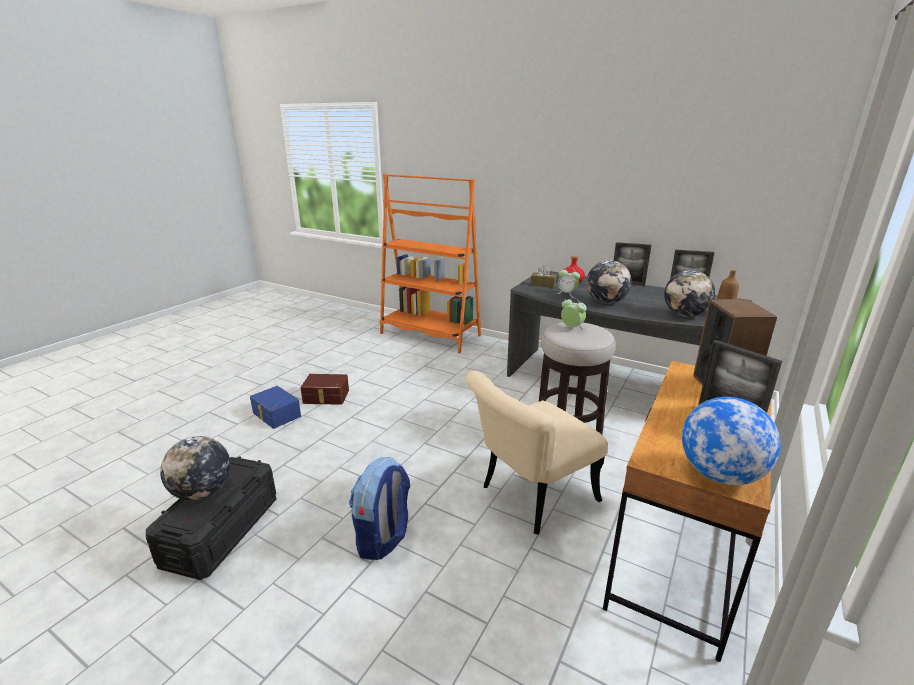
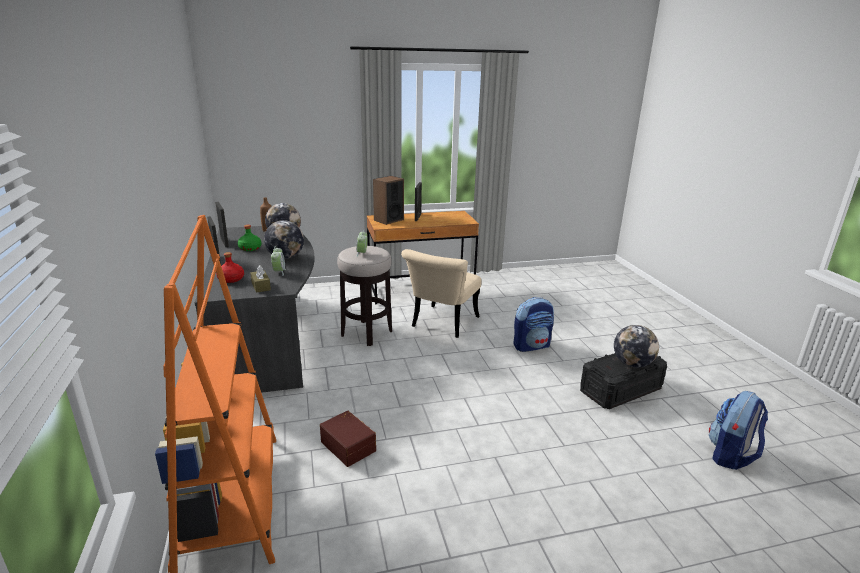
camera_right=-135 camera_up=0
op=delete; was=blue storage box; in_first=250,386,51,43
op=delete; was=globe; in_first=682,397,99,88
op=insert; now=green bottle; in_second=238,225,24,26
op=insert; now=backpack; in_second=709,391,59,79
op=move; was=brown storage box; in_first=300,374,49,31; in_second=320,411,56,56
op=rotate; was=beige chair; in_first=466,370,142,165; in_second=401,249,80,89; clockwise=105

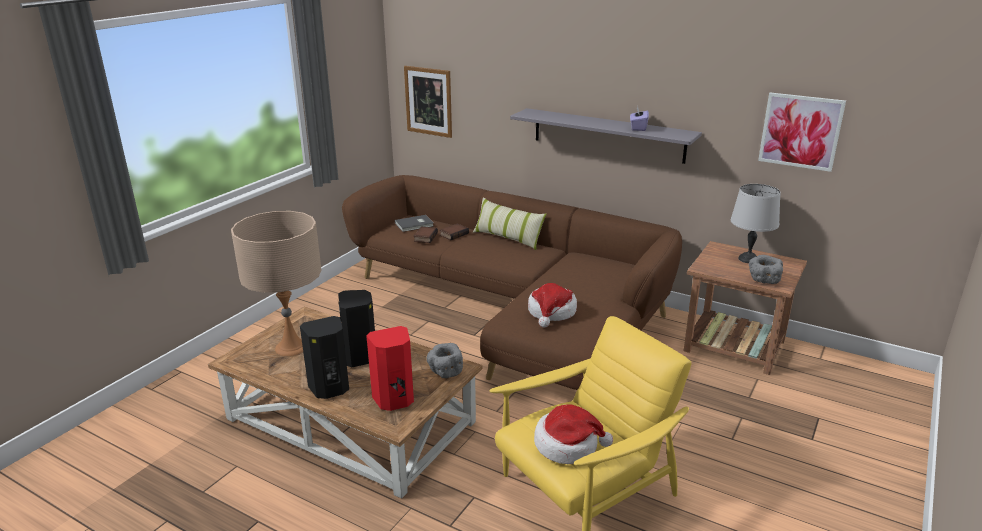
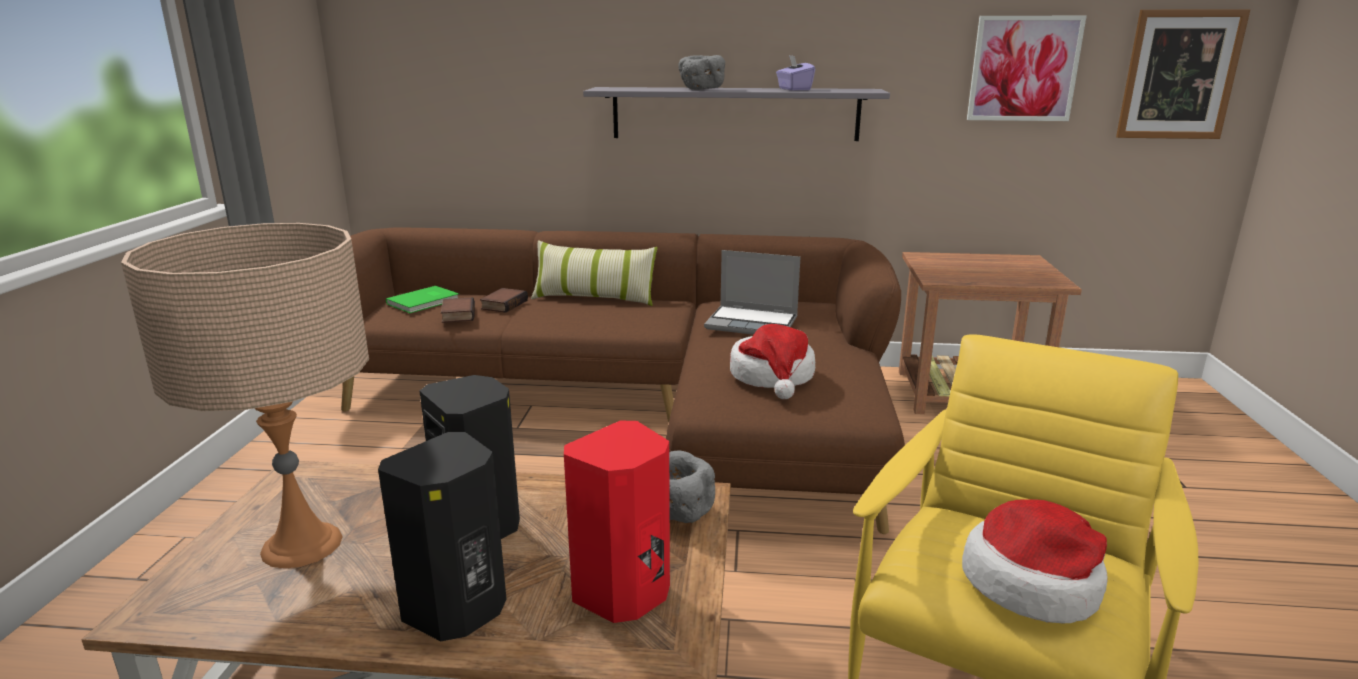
camera_right=-25 camera_up=-5
op=delete; was=grey table lamp; in_first=731,184,50,79
op=insert; now=laptop; in_second=704,250,96,85
op=move; was=picture; in_first=404,66,48,72; in_second=1116,9,134,130
op=move; was=grey bowl; in_first=749,255,34,29; in_second=678,55,47,35
op=recolor; was=grey book; now=green book; in_first=395,215,38,17; in_second=386,286,73,27

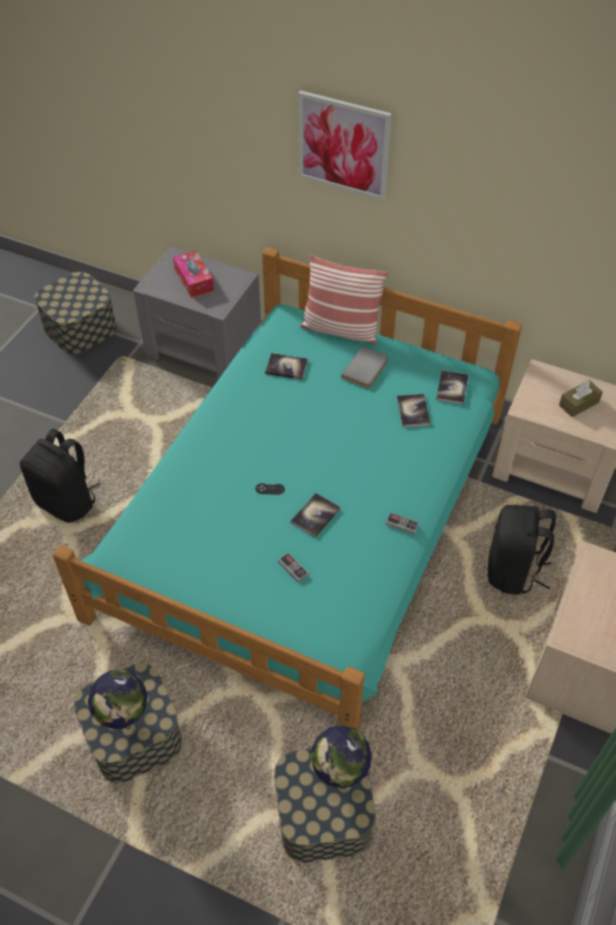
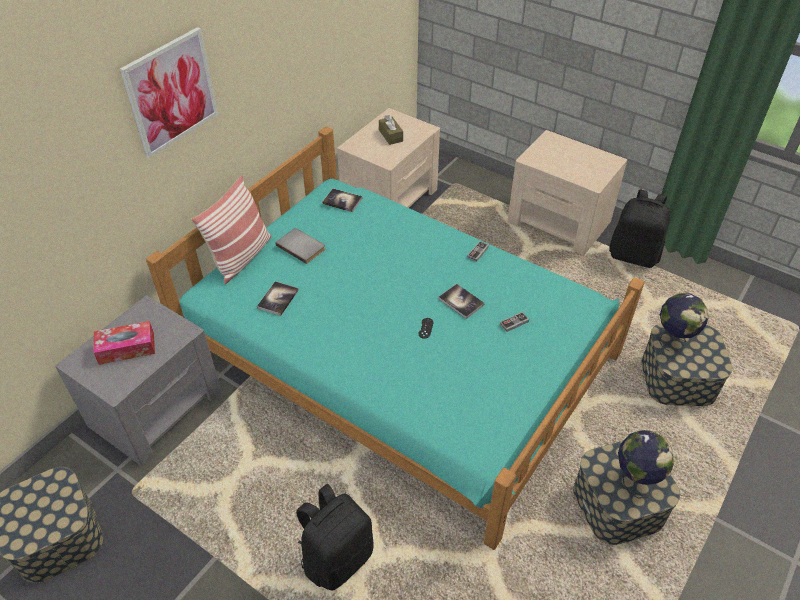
camera_right=-80 camera_up=-5
op=delete; was=book; in_first=397,394,34,33
op=move; was=black backpack; in_first=488,505,68,90; in_second=609,189,61,79

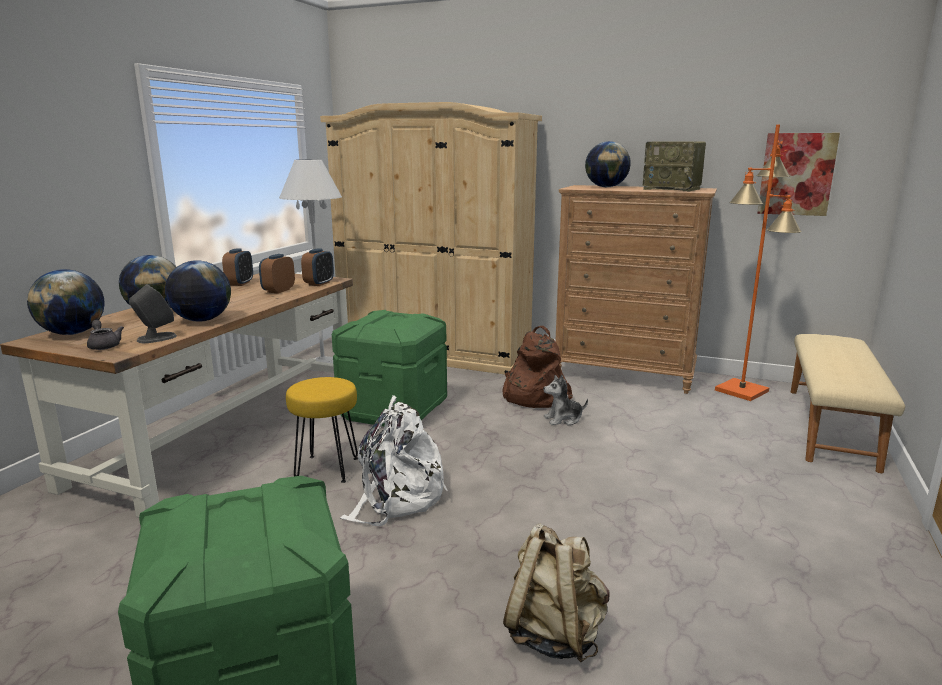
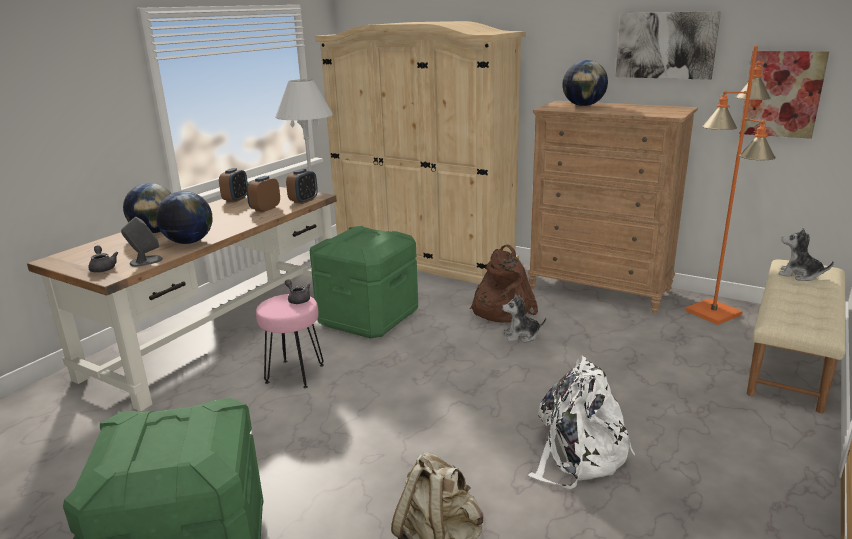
camera_right=10 camera_up=5
op=delete; was=globe; in_first=27,269,78,66
op=delete; was=radio; in_first=643,141,63,50
op=insert; now=grey teapot; in_second=285,279,25,25
op=insert; now=picture; in_second=615,11,106,69
op=insert; now=plush toy; in_second=778,228,56,53
op=move; was=white backpack; in_first=341,395,106,131; in_second=528,356,107,133
op=recolor; was=yellow stool; now=pink stool; in_first=286,377,72,106; in_second=256,294,68,94

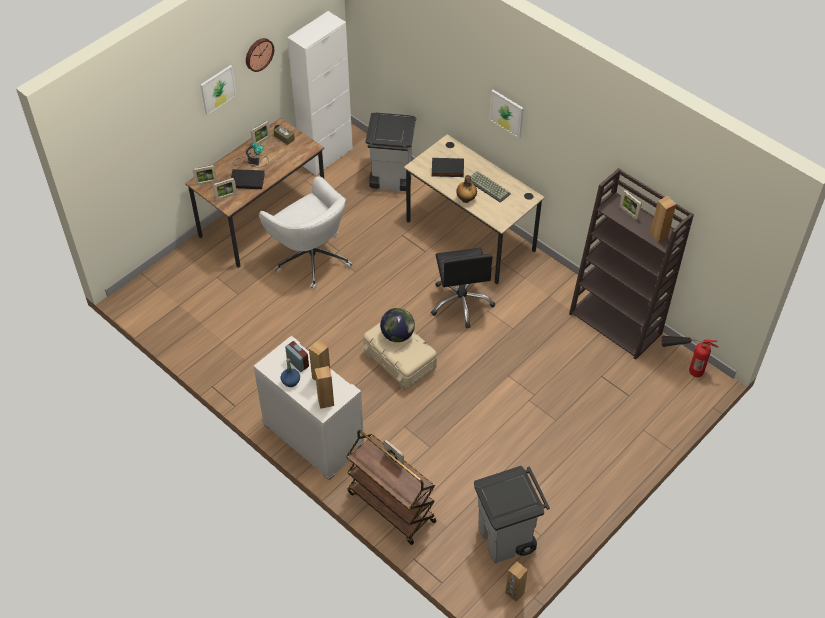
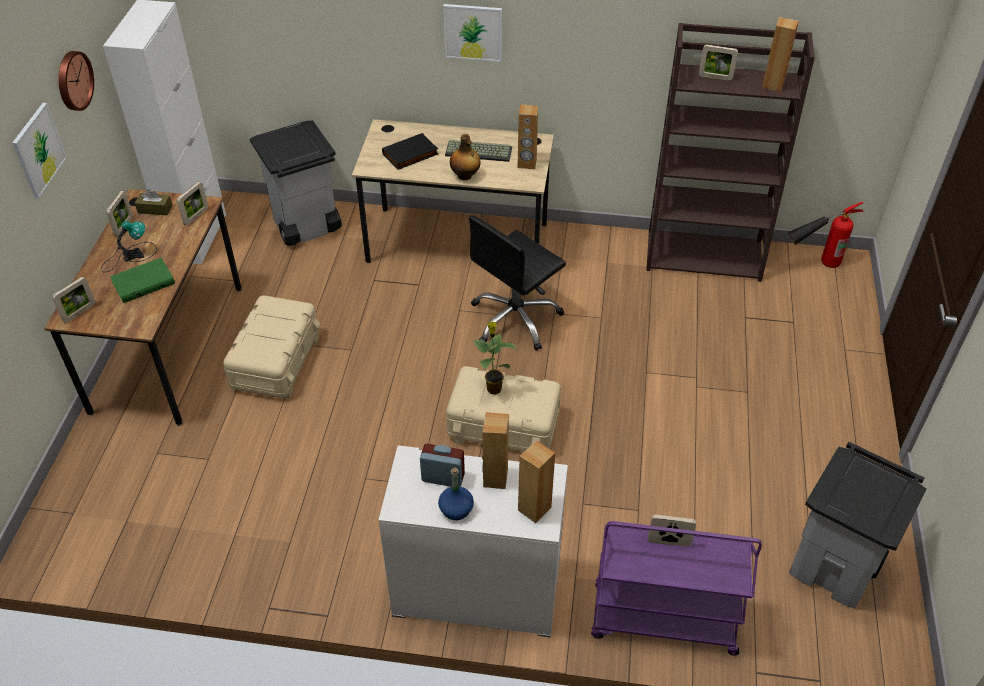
camera_right=-35 camera_up=-5
op=move; was=picture frame; in_first=213,178,24,22; in_second=177,181,31,44
op=move; was=brown speaker; in_first=505,561,23,41; in_second=518,104,20,65
op=replace; was=white office chair; now=beige storage box; in_first=259,176,93,114; in_second=223,295,97,103
op=replace; was=globe; now=potted plant; in_first=380,308,35,34; in_second=473,321,44,74
op=recolor; was=black book; now=green book; in_first=231,169,34,20; in_second=110,258,65,45
op=recolor; was=brown cart; now=purple cart; in_first=346,430,90,115; in_second=591,521,171,134
op=rotate; was=black office chair; in_first=431,248,64,80; in_second=469,215,97,136; clockwise=90

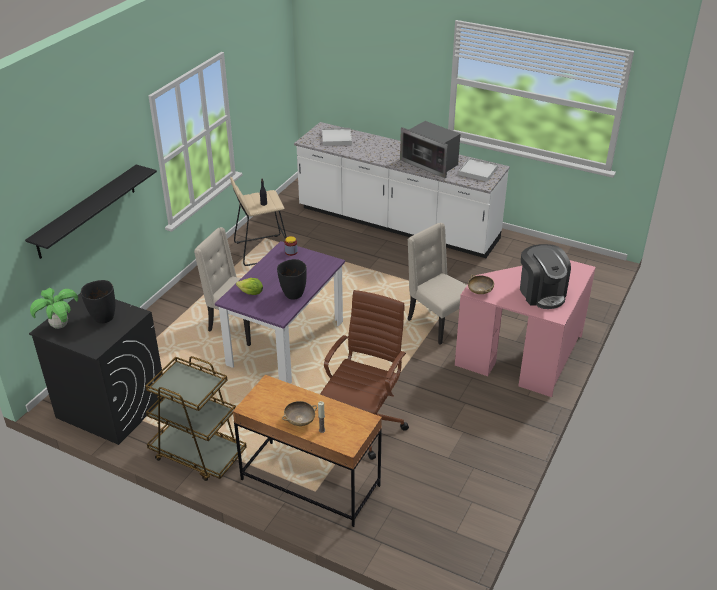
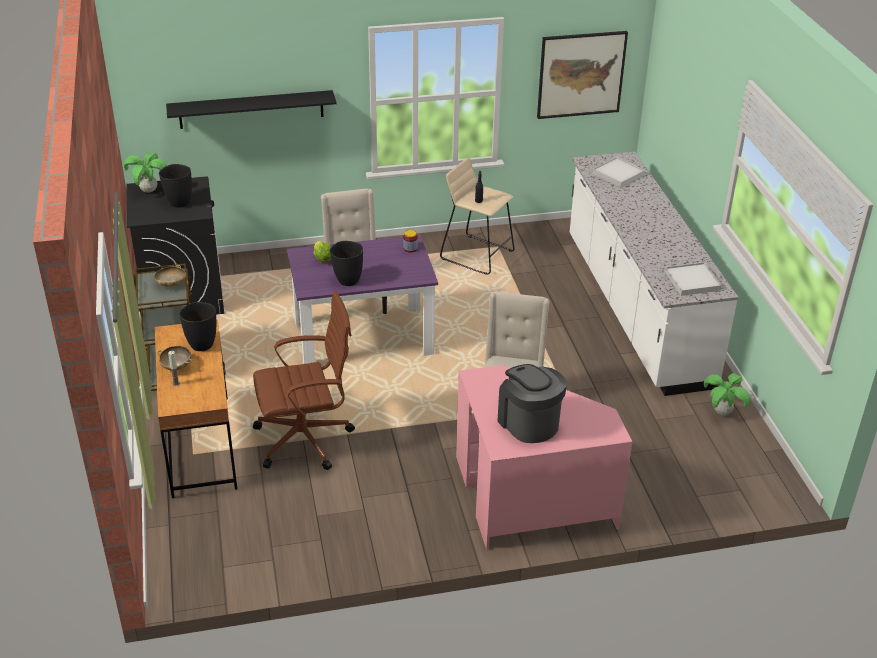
camera_right=50 camera_up=0
op=delete; was=microwave; in_first=400,121,60,57
op=insert; now=black vase; in_second=179,302,37,49
op=insert; now=picture; in_second=537,31,91,88
op=insert; now=potted plant; in_second=704,373,46,43
op=move; was=beige bowl; in_first=468,275,26,19; in_second=154,265,32,22
op=rotate; was=coffee machine; in_first=520,244,51,65; in_second=497,364,70,79; clockwise=120

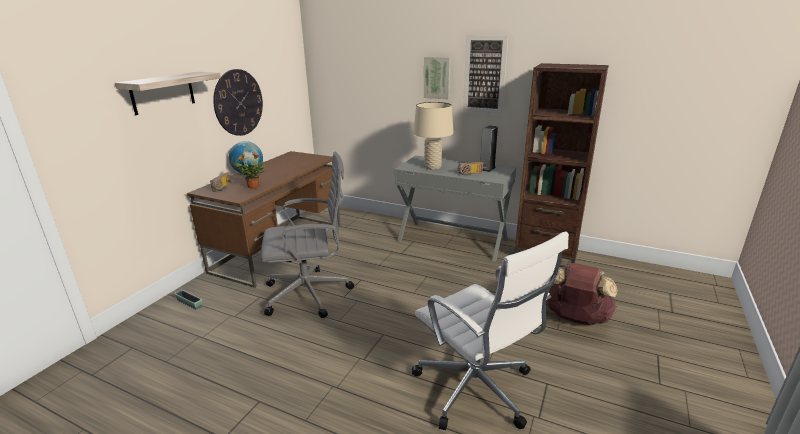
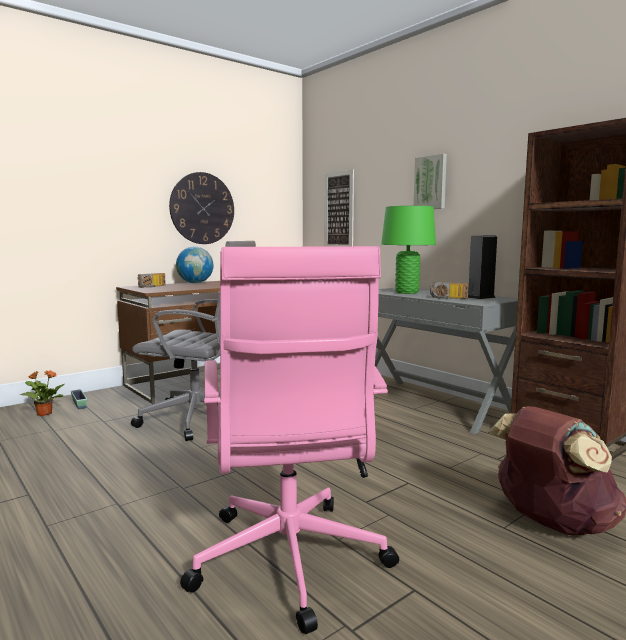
camera_right=25 camera_up=-15
op=delete; was=shelf; in_first=115,72,106,43
op=move; was=potted plant; in_first=236,153,29,36; in_second=20,370,45,46
op=move; was=picture; in_first=463,35,45,79; in_second=324,169,30,78
op=recolor; was=white office chair; now=pink office chair; in_first=412,231,157,199; in_second=180,246,219,388
op=recolor; was=beige table lamp; now=green table lamp; in_first=413,102,41,68; in_second=381,206,55,88

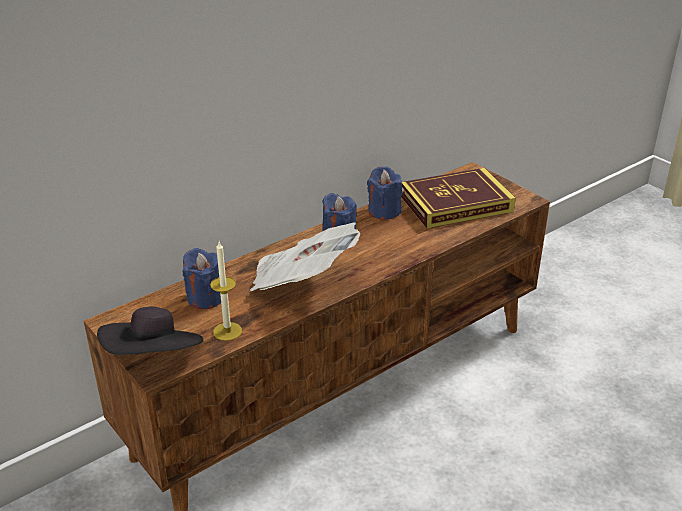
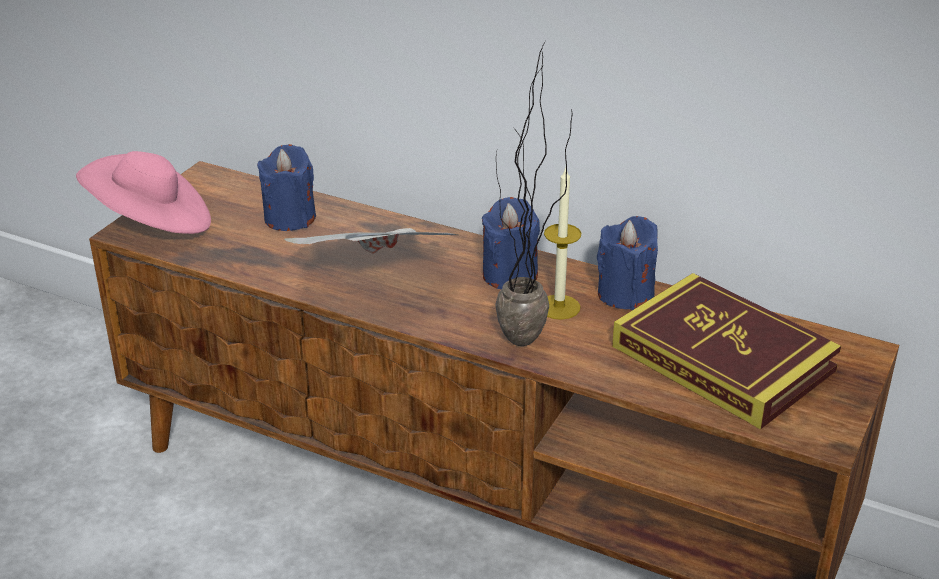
camera_right=65 camera_up=0
op=insert; now=potted plant; in_second=496,42,77,304
op=move; was=candle; in_first=210,242,32,99; in_second=544,168,37,152
op=recolor; was=black hat; now=pink hat; in_first=97,307,106,48; in_second=76,151,135,83

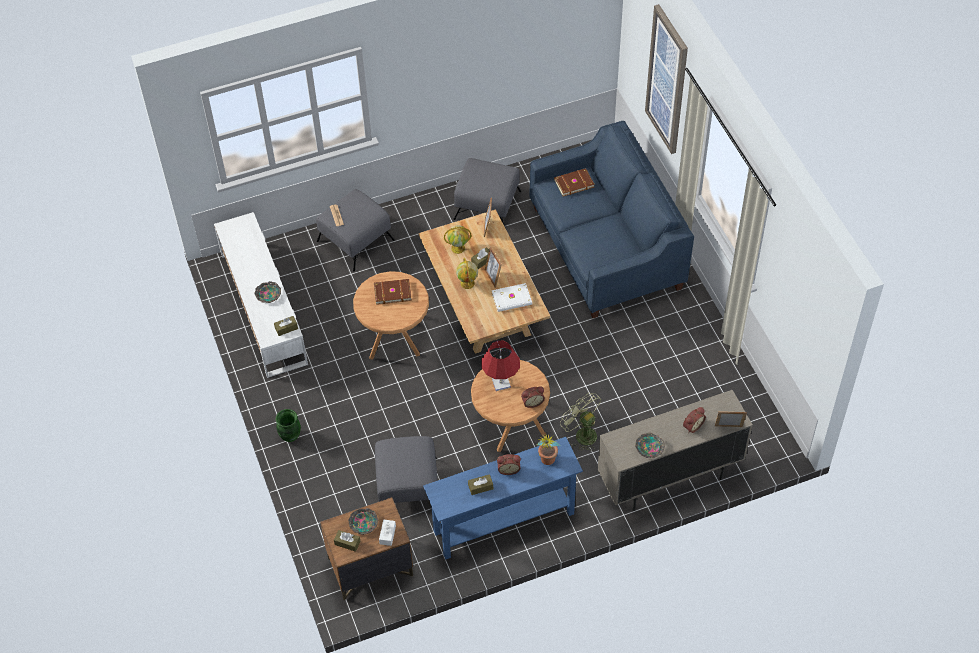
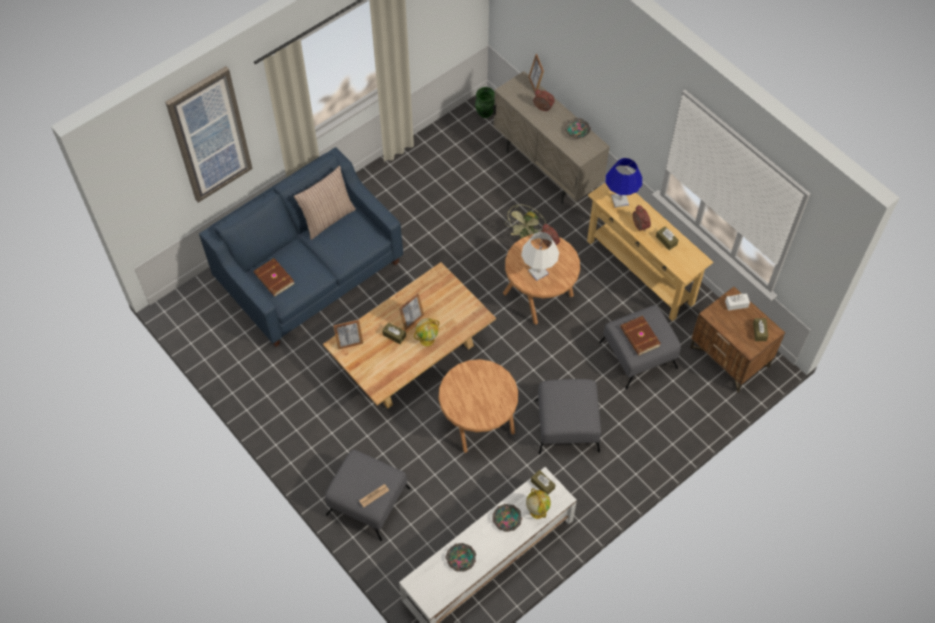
camera_right=-110 camera_up=5
op=delete; was=white book; in_first=492,283,40,29
op=insert; now=pillow; in_second=294,165,62,75
op=move; was=green vase; in_first=275,409,26,33; in_second=475,87,20,31
op=move; was=bowl; in_first=348,508,30,27; in_second=445,543,31,29
op=move; was=brown book; in_first=374,279,38,26; in_second=620,316,41,39
op=move; was=globe; in_first=444,225,27,29; in_second=526,488,25,31
op=move; was=grey ottoman; in_first=453,158,68,69; in_second=535,379,66,75
op=replace; was=potted plant; now=blue table lamp; in_first=536,434,25,31; in_second=606,158,36,50
op=recolor; was=blue console table; now=beige console table; in_first=423,437,160,123; in_second=587,182,126,139
op=recolor; was=red table lamp; now=white table lamp; in_first=482,341,38,50; in_second=521,232,38,49

